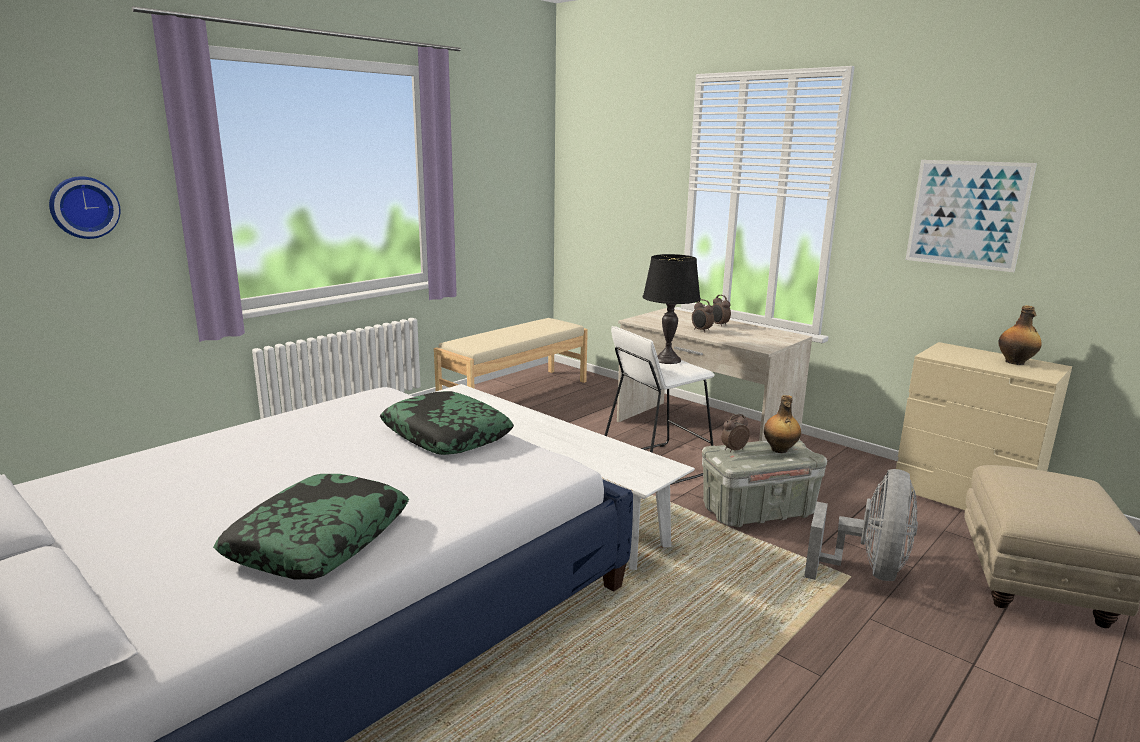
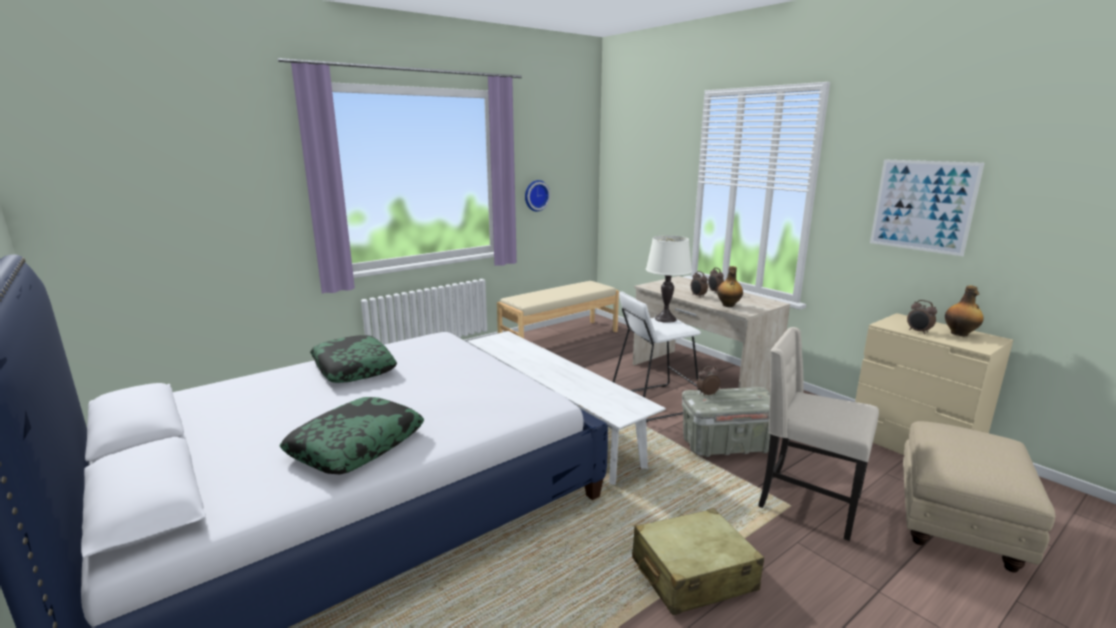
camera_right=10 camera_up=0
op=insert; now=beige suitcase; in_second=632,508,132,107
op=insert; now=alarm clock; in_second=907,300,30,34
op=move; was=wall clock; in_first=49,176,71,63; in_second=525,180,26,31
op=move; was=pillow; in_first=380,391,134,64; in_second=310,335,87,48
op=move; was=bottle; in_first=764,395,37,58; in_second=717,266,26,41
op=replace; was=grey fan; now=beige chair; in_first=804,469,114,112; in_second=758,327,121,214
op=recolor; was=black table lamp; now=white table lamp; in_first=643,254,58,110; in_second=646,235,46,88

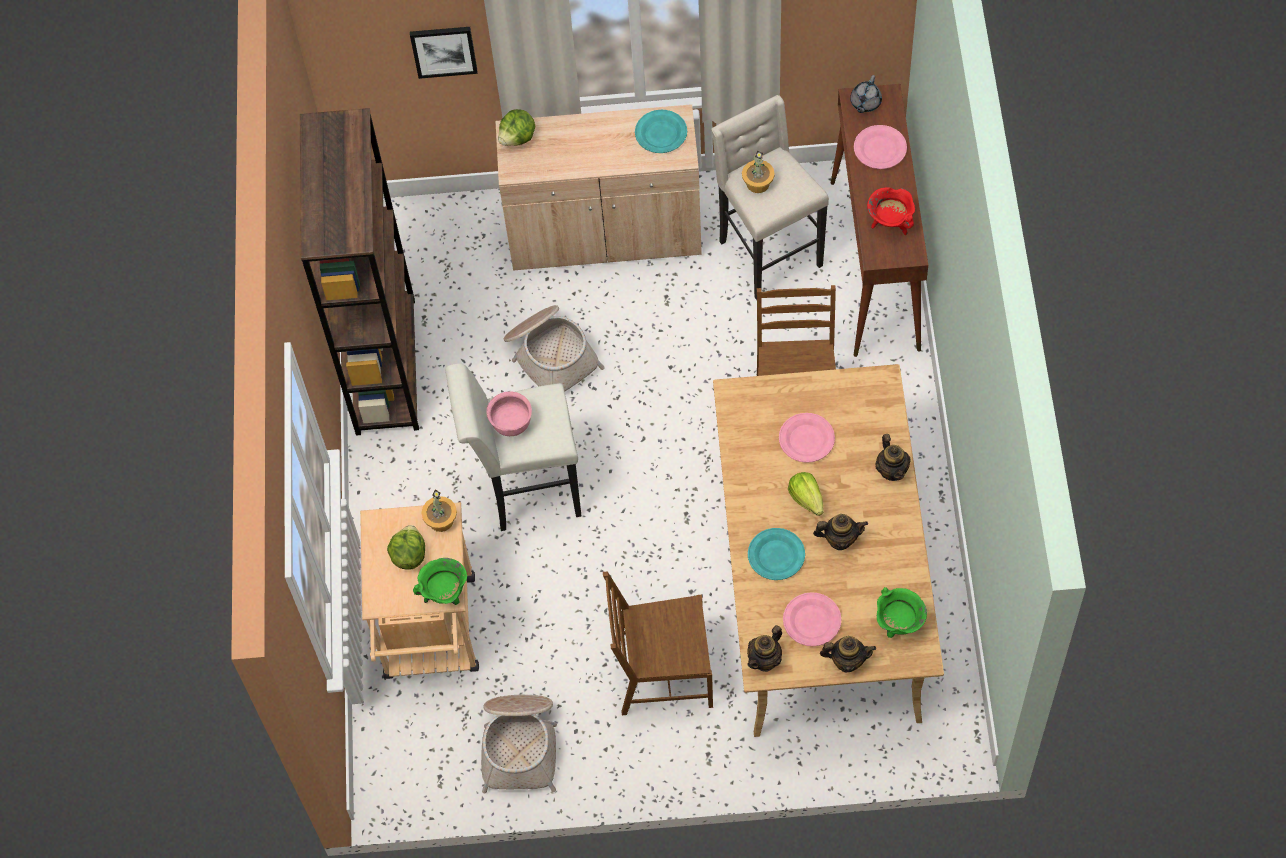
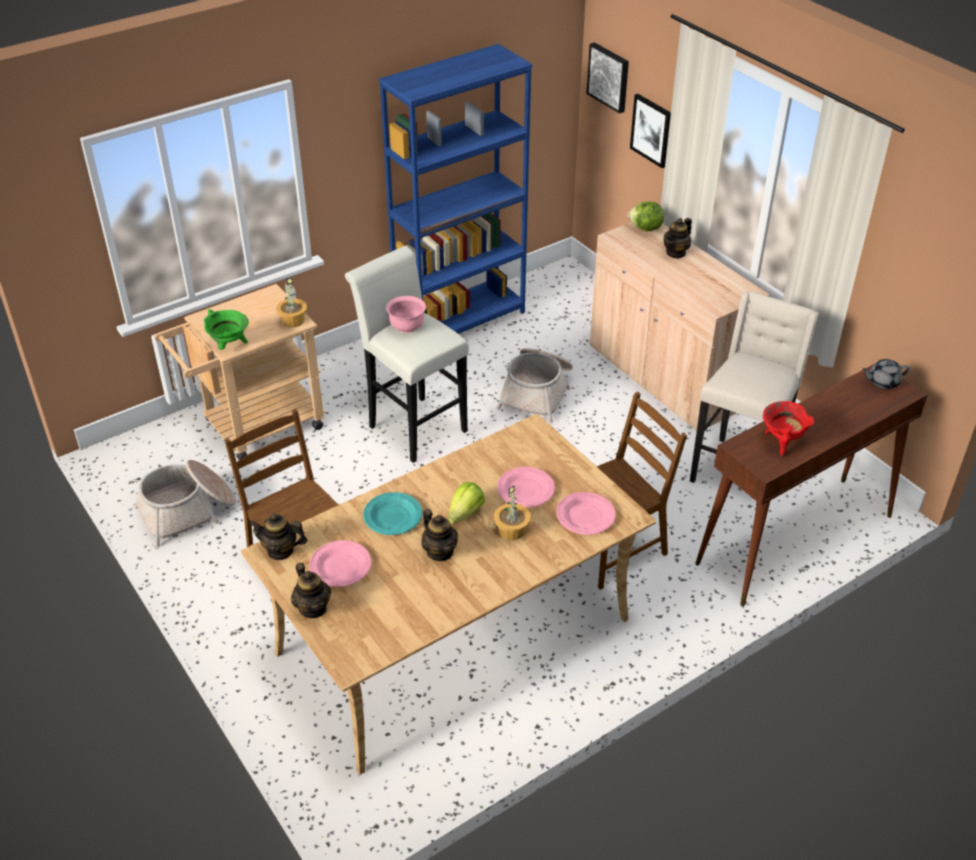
camera_right=55 camera_up=-20
op=delete; was=lettuce; in_first=387,525,38,45
op=delete; was=turquoise plate; in_first=635,110,52,43
op=delete; was=green cooking pot; in_first=877,587,50,51
op=insert; now=picture; in_second=587,42,42,72
op=move; was=potted plant; in_first=742,151,33,42; in_second=494,485,37,55
op=move; was=pink plate; in_first=854,125,53,44; in_second=556,492,60,43
op=move; was=teapot; in_first=875,434,36,47; in_second=663,218,29,41
op=recolor; was=brown bookcase; now=blue bookcase; in_first=300,108,119,328; in_second=379,44,153,290

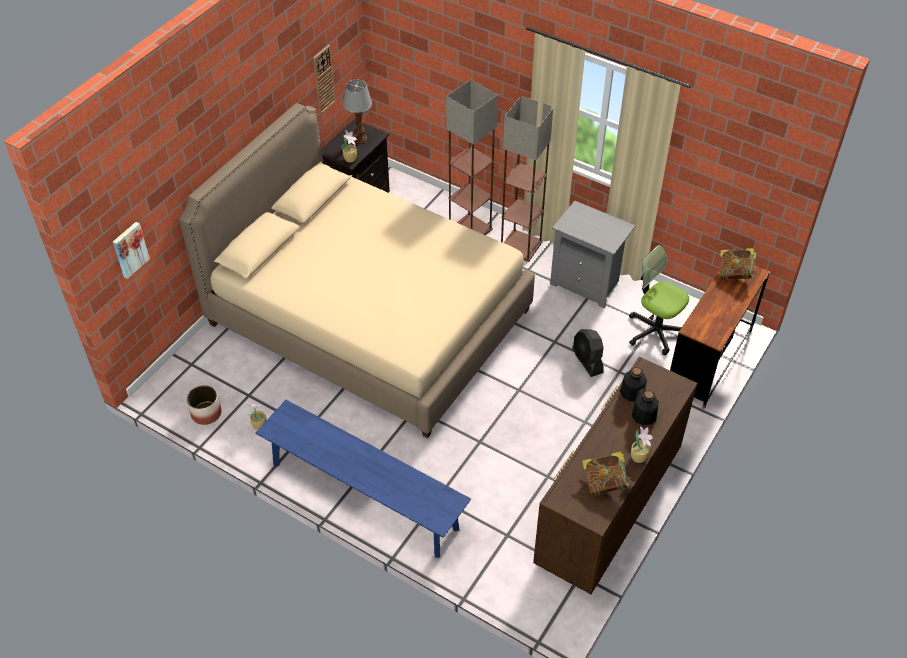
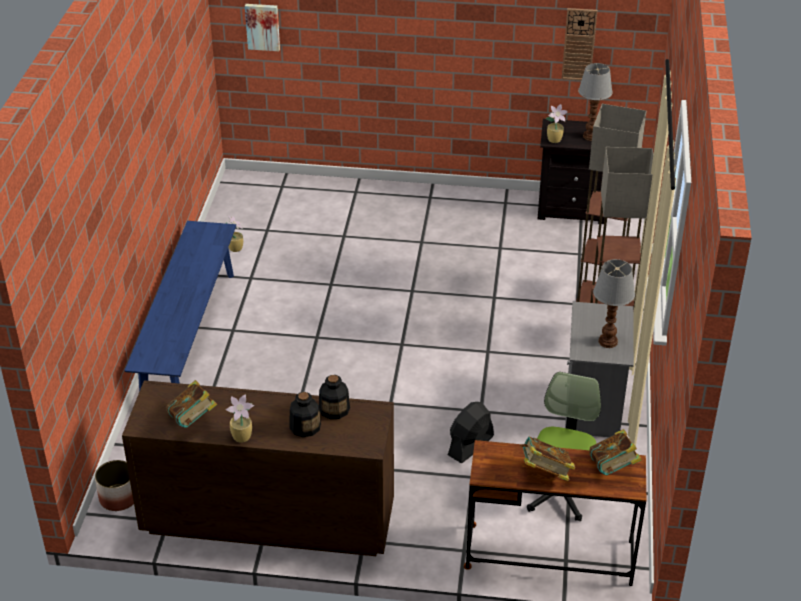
camera_right=65 camera_up=-10
op=delete; was=beige bed; in_first=179,103,356,335
op=insert; now=book; in_second=520,437,55,44
op=insert; now=table lamp; in_second=593,259,42,89
op=move; was=planter; in_first=187,385,34,40; in_second=95,460,39,51

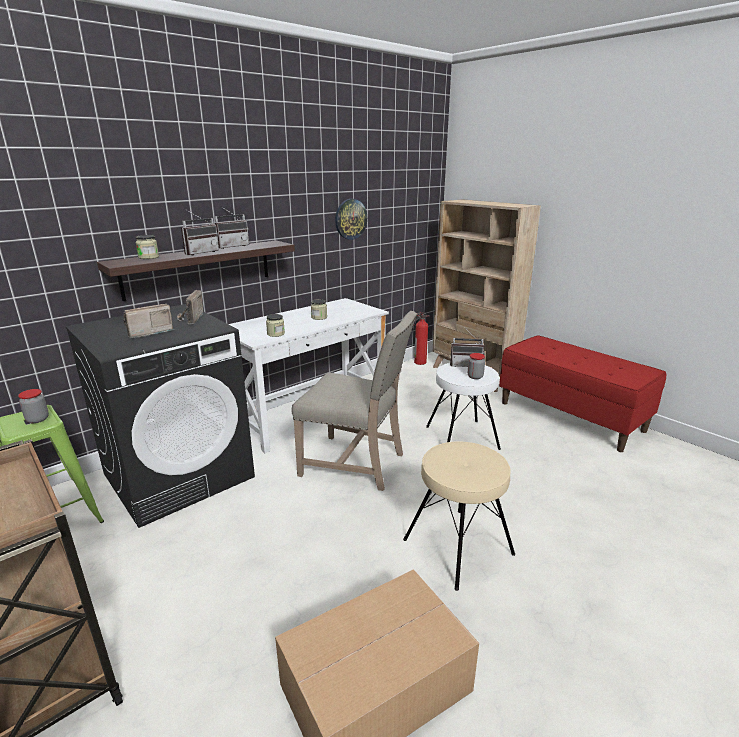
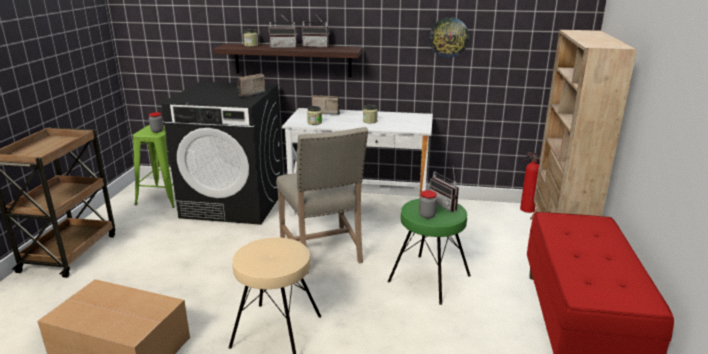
camera_right=50 camera_up=0
op=move; was=radio; in_first=123,304,52,35; in_second=312,95,28,20
op=recolor; was=white stool; now=green stool; in_first=426,363,75,87; in_second=388,198,83,107

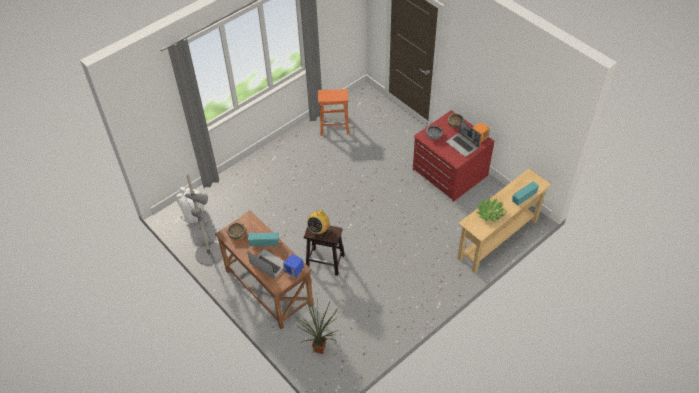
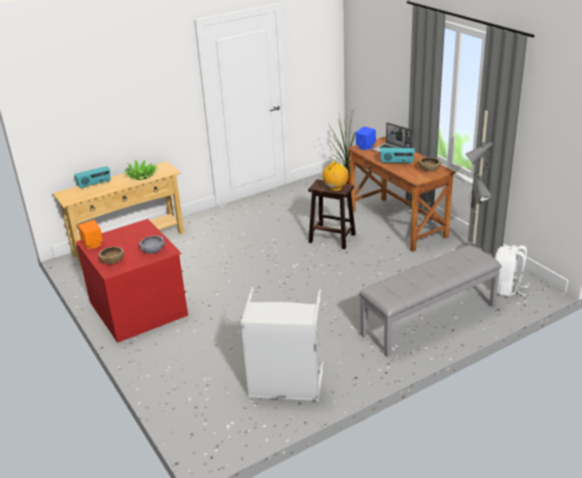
camera_right=-170 camera_up=-20
op=delete; was=laptop; in_first=446,120,35,37
op=insert; now=grey bench; in_second=359,245,142,112
op=replace; was=orange stool; now=grey laundry basket; in_first=318,89,31,47; in_second=241,287,82,115

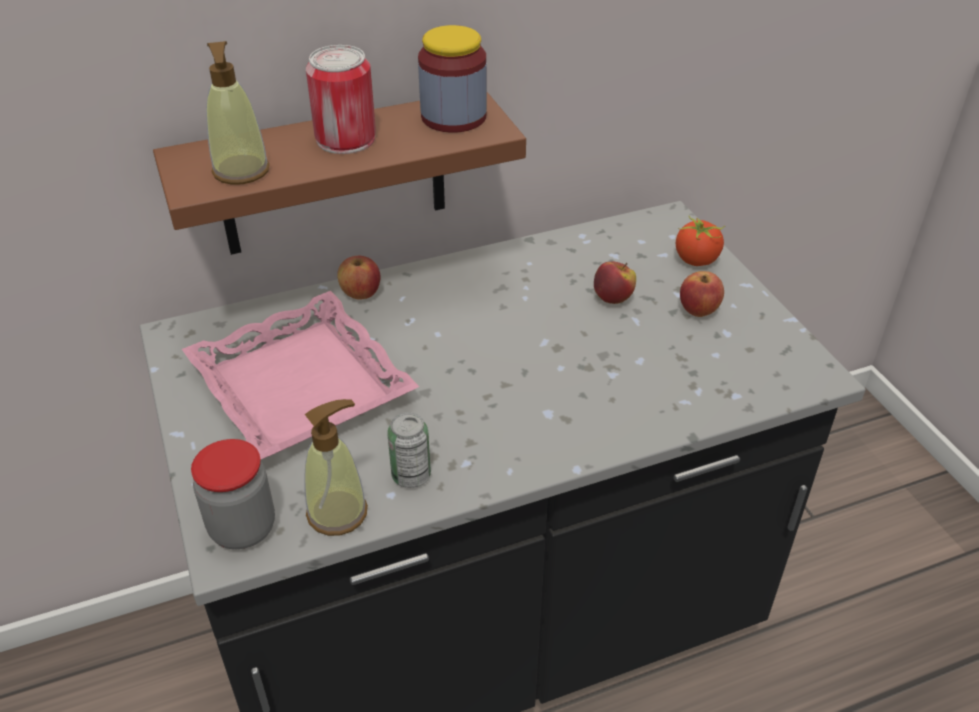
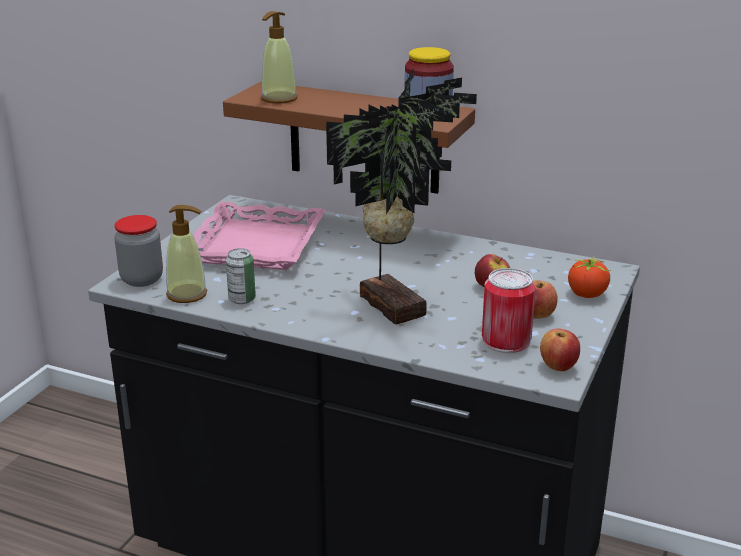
camera_right=45 camera_up=-15
op=insert; now=potted plant; in_second=326,68,151,257
op=move; was=can; in_first=306,45,70,109; in_second=482,268,54,85
op=move; was=apple; in_first=337,256,44,44; in_second=540,329,40,42

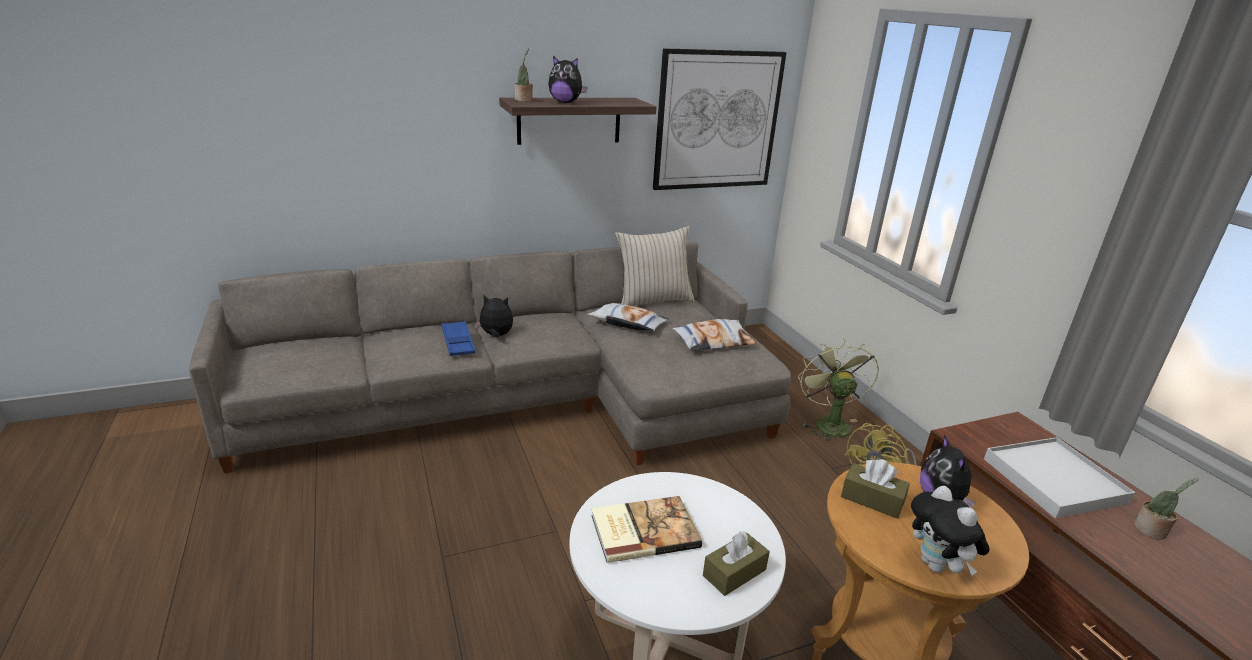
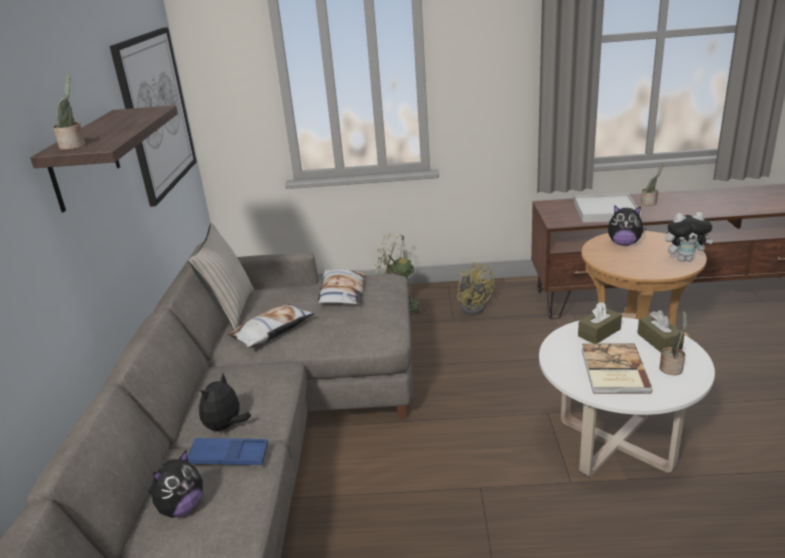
camera_right=-65 camera_up=0
op=insert; now=potted plant; in_second=659,311,28,64
op=move; was=plush toy; in_first=548,56,40,47; in_second=148,450,55,68
op=move; was=brown tissue box; in_first=841,459,69,60; in_second=578,302,44,42

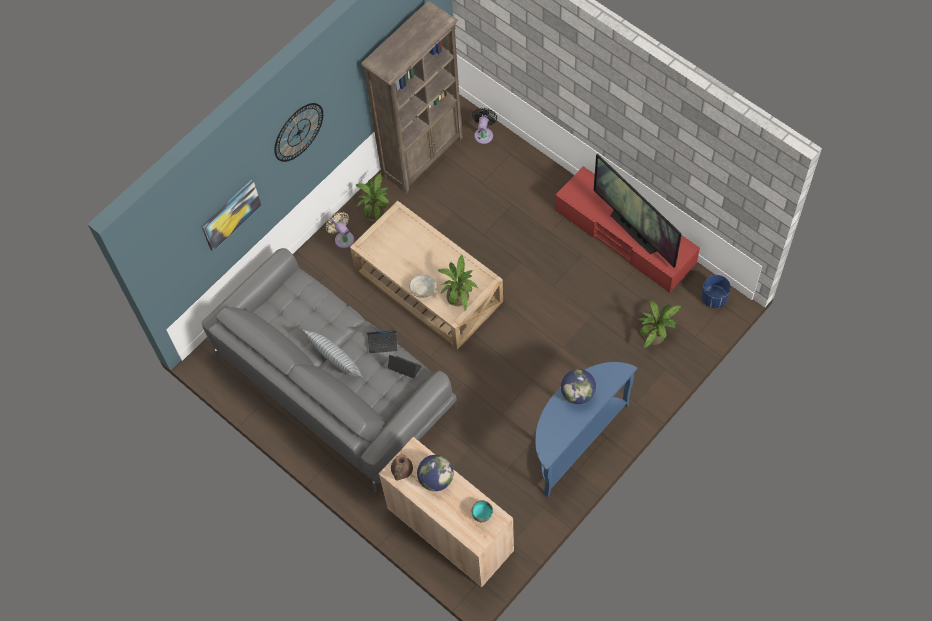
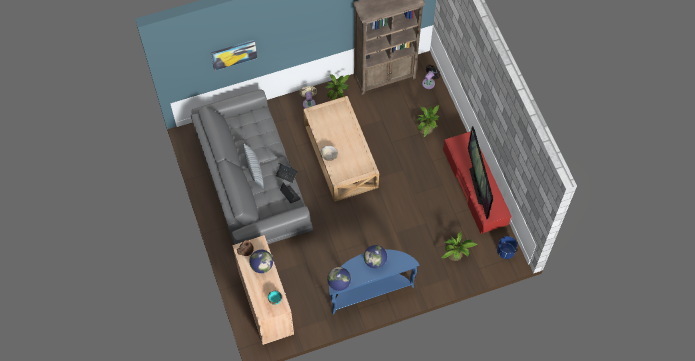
camera_right=25 camera_up=0
op=delete; was=wall clock; in_first=274,103,49,59
op=insert; now=globe; in_second=327,267,24,24
op=move; was=potted plant; in_first=438,255,40,56; in_second=415,105,25,32

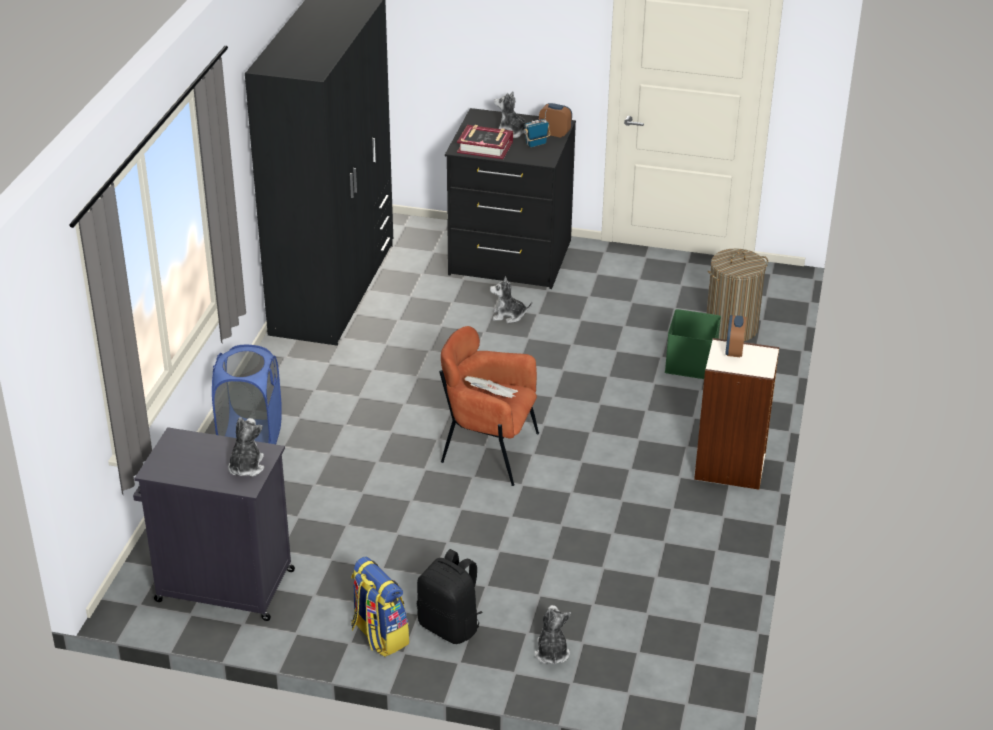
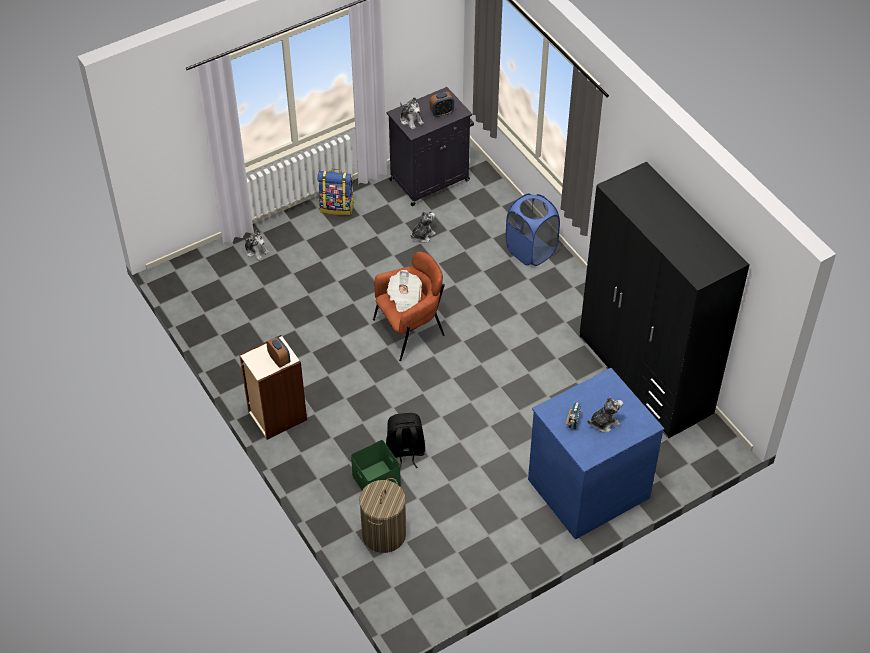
camera_right=135 camera_up=15
op=delete; was=book; in_first=457,125,56,34
op=move; was=black backpack; in_first=417,549,66,95; in_second=386,413,39,55
op=move; was=plush toy; in_first=490,276,42,47; in_second=410,211,26,32
op=move; was=alarm clock; in_first=539,103,33,35; in_second=430,92,24,25
op=recolor; was=black dresser; now=blue dresser; in_first=445,108,131,181; in_second=528,368,136,171

